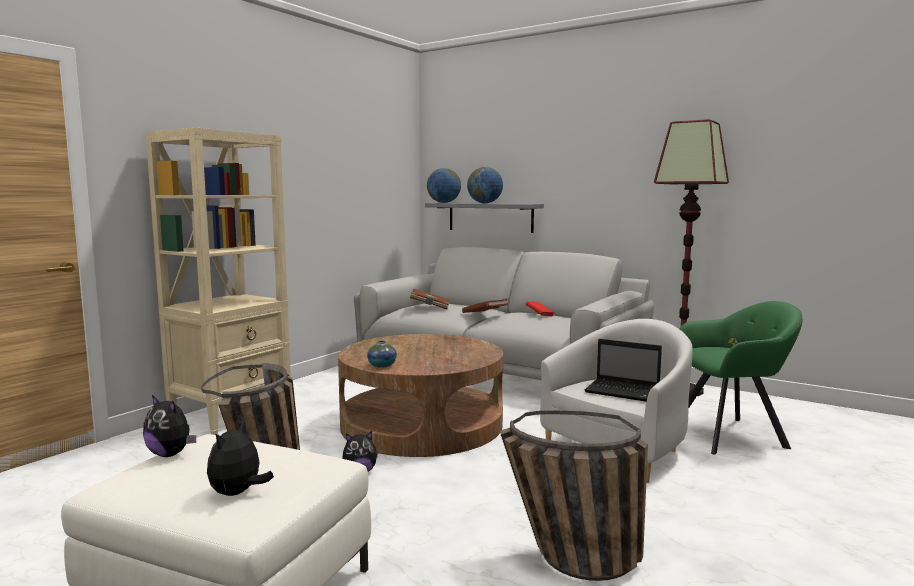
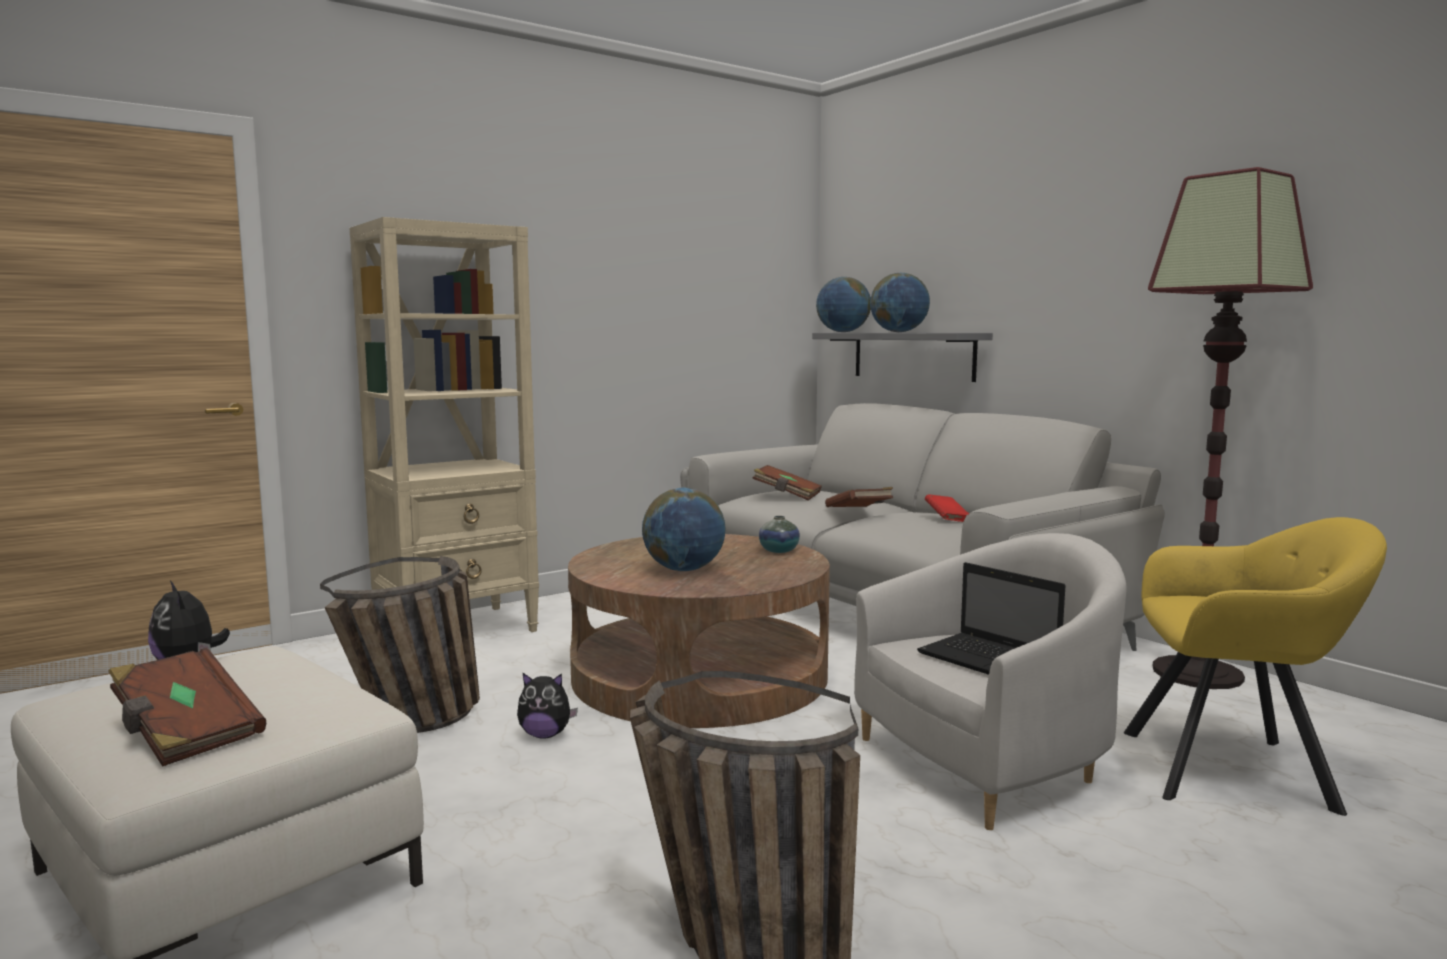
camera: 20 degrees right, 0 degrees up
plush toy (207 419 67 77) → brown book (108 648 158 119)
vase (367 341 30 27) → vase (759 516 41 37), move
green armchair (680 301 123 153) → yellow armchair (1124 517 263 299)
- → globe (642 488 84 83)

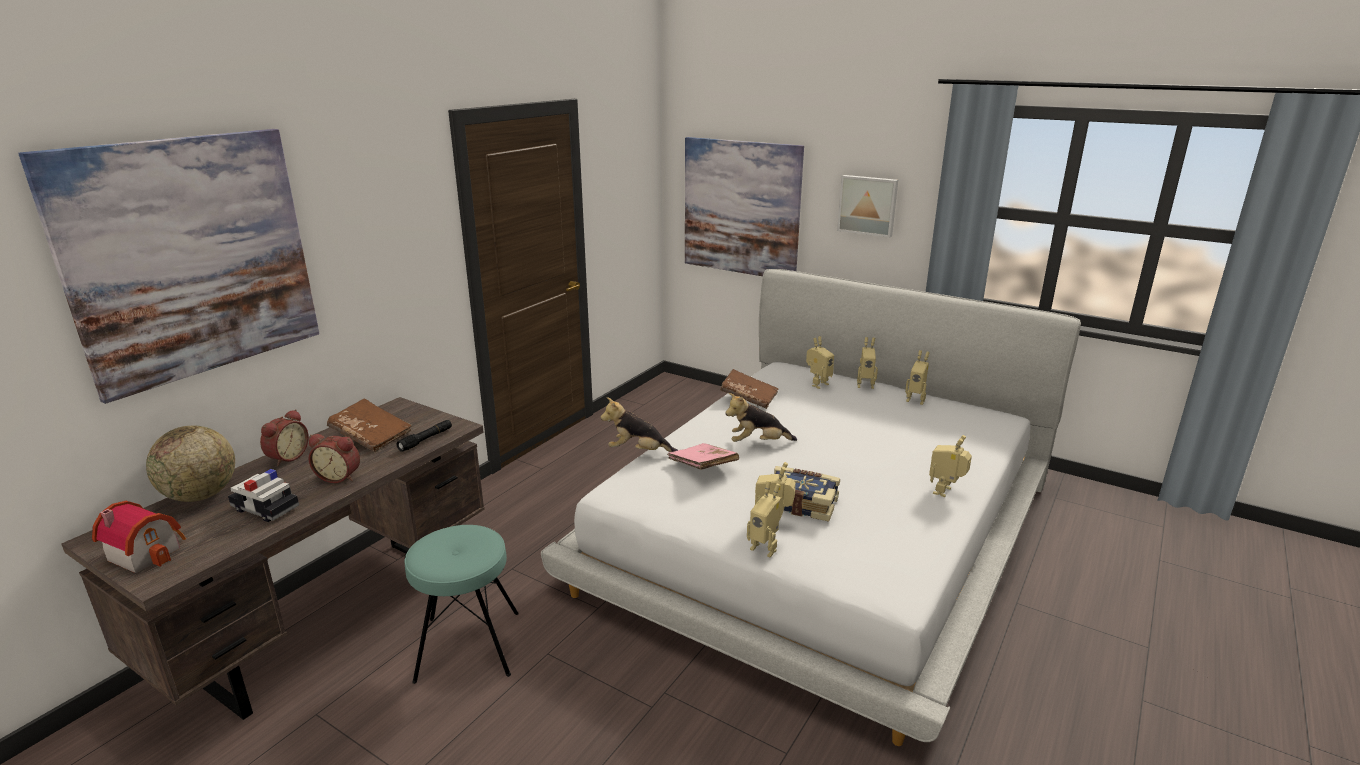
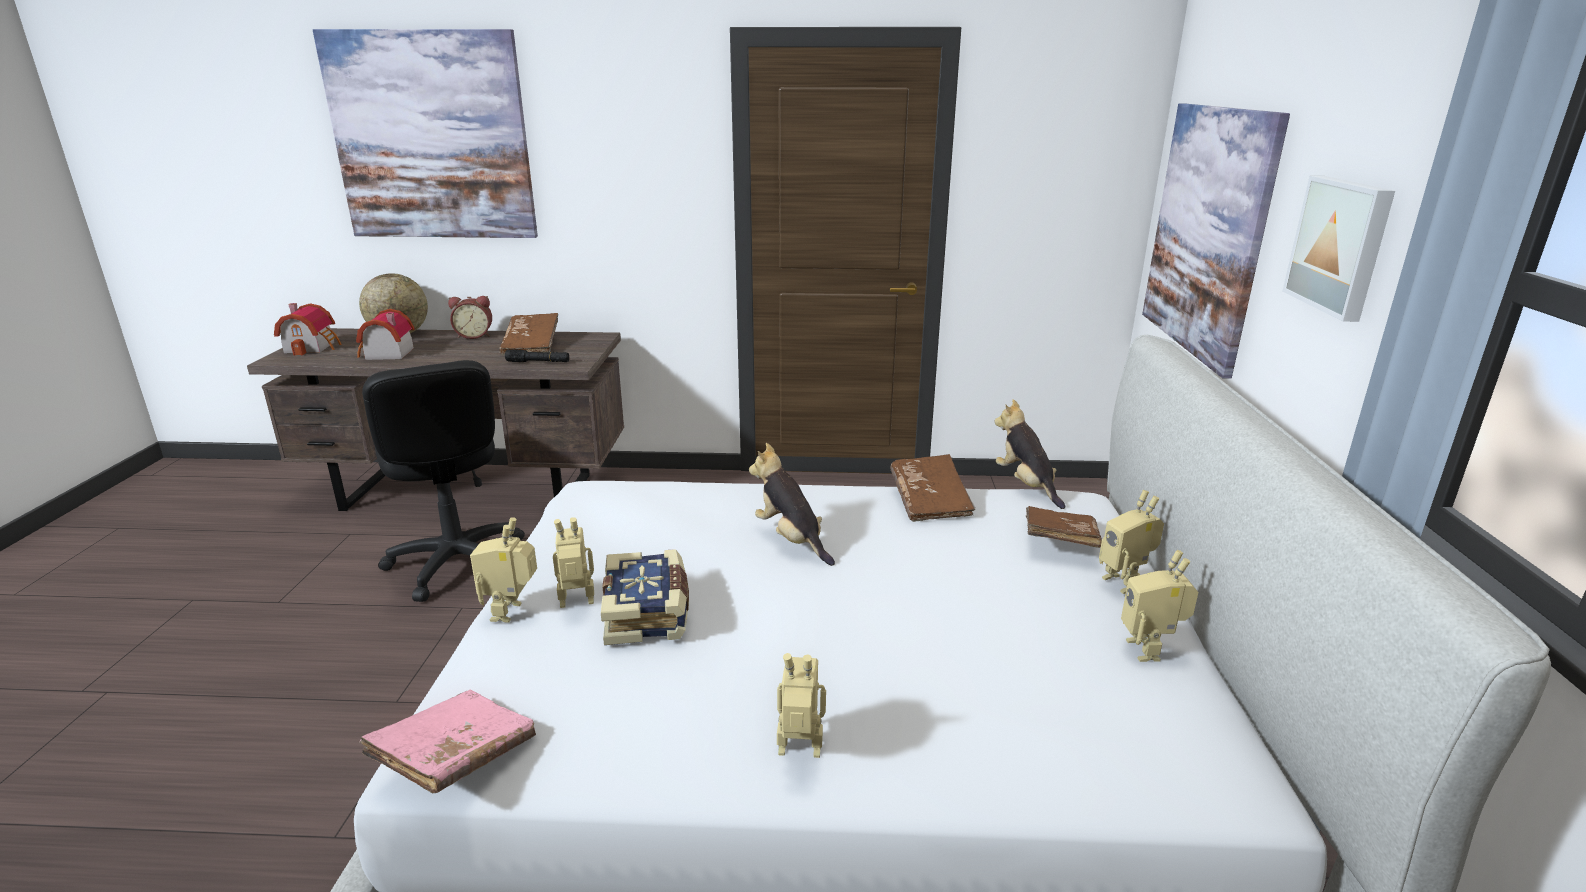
camera: 60 degrees right, 0 degrees up
toy car (228 469 71 53) → toy house (356 309 59 51)
alarm clock (309 434 51 49) → -
turquoise stool (404 525 115 159) → black office chair (362 360 163 242)
plush toy (600 397 78 55) → plush toy (995 399 70 110), move
pink book (667 443 72 27) → pink book (359 689 177 104), move
toy robot (806 336 28 53) → brown book (1026 506 76 42)

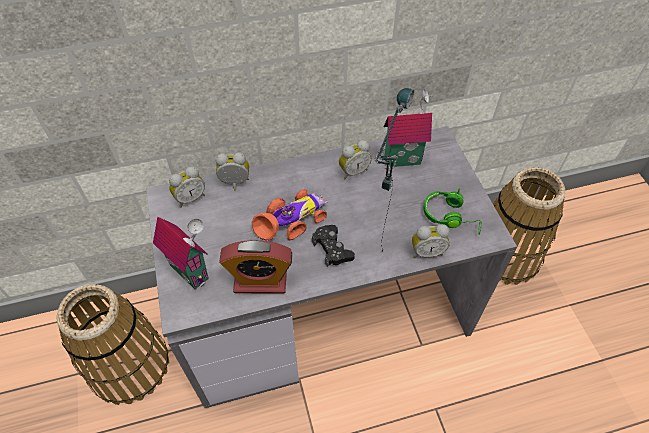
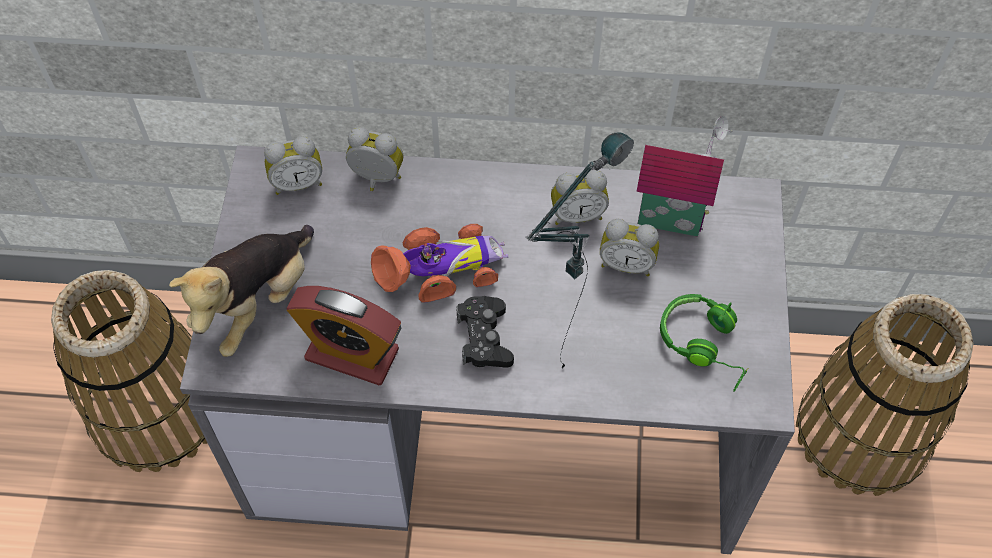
camera: 20 degrees right, 5 degrees up
toy house (153 217 56 72) → plush toy (169 225 145 132)
alarm clock (412 224 38 34) → alarm clock (600 219 59 58), move

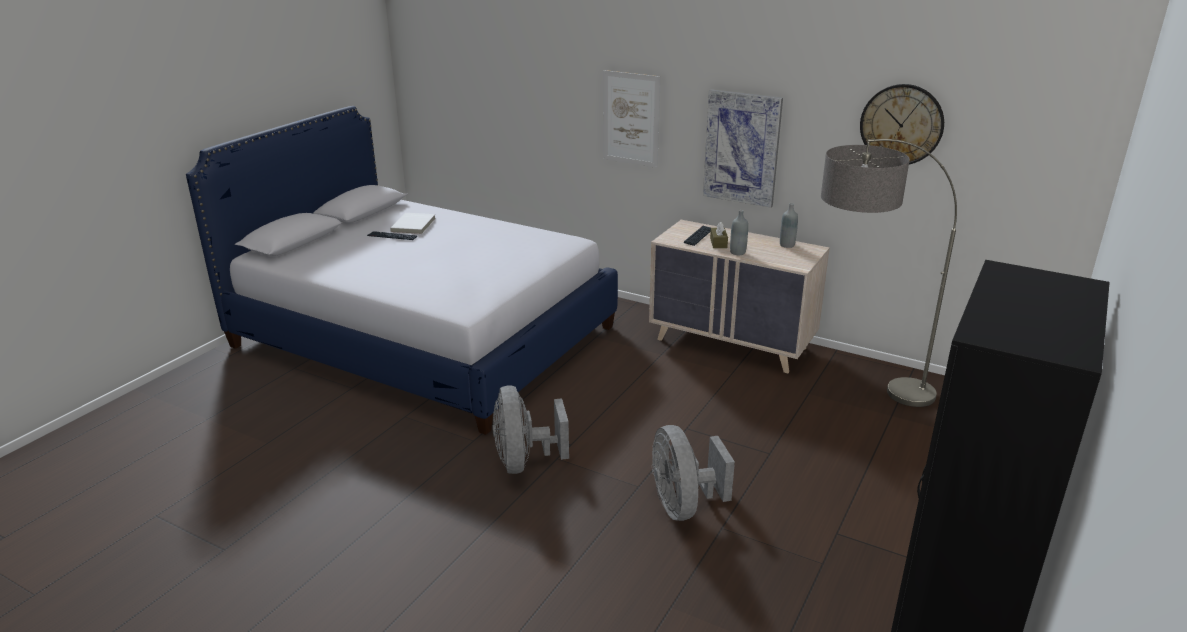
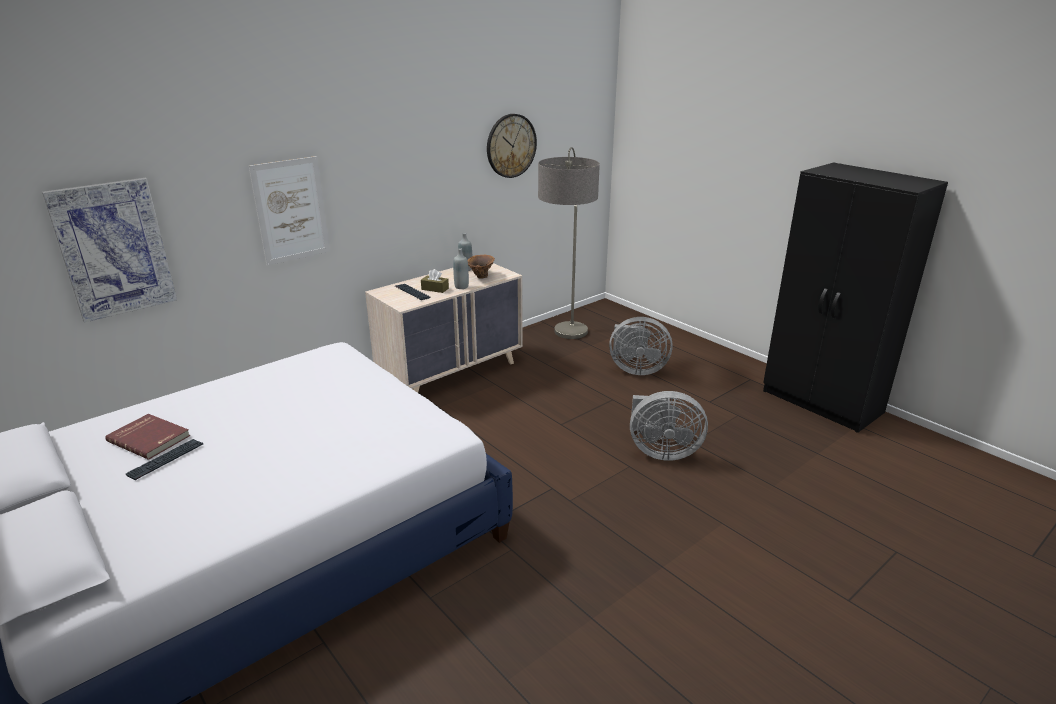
camera: 70 degrees left, 0 degrees up
white book (390 213 45 21) → red book (105 414 85 46)
grey fan (492 385 77 89) → grey fan (609 317 64 58), move
picture (703 89 80 119) → picture (42 178 135 145), move
- → brown vase (467 255 28 24)

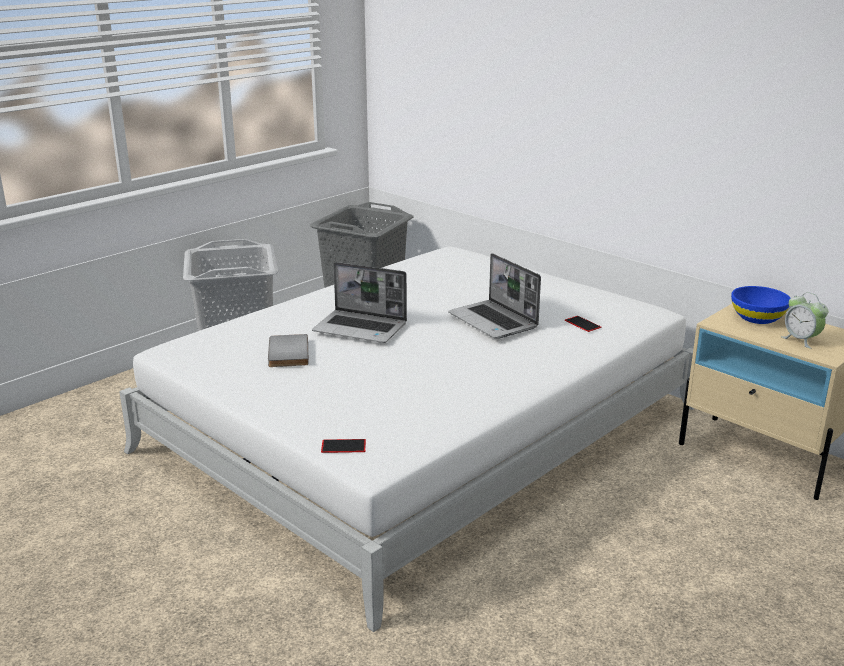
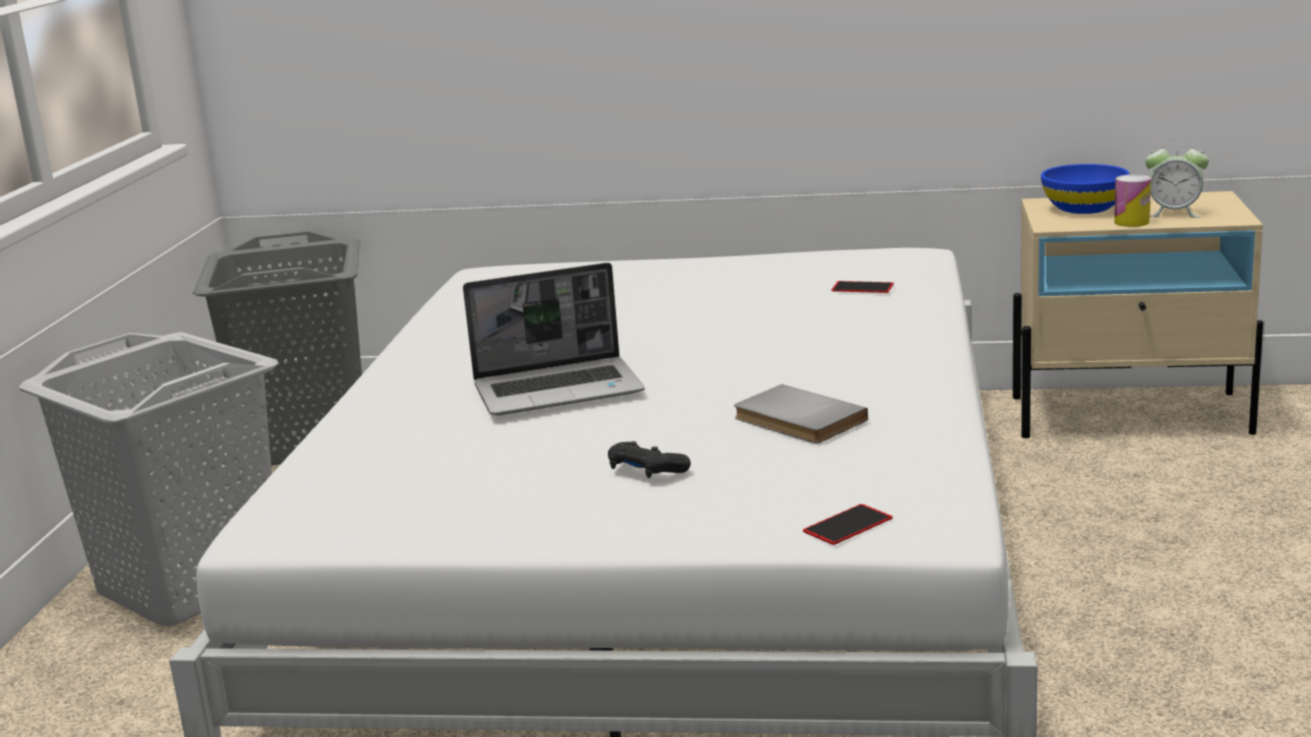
camera: 35 degrees left, 5 degrees down
grey book (268 334 40 33) → grey book (734 384 134 59), move
laptop (448 253 93 86) → -
- → black game controller (608 441 83 37)
- → can (1114 174 37 53)

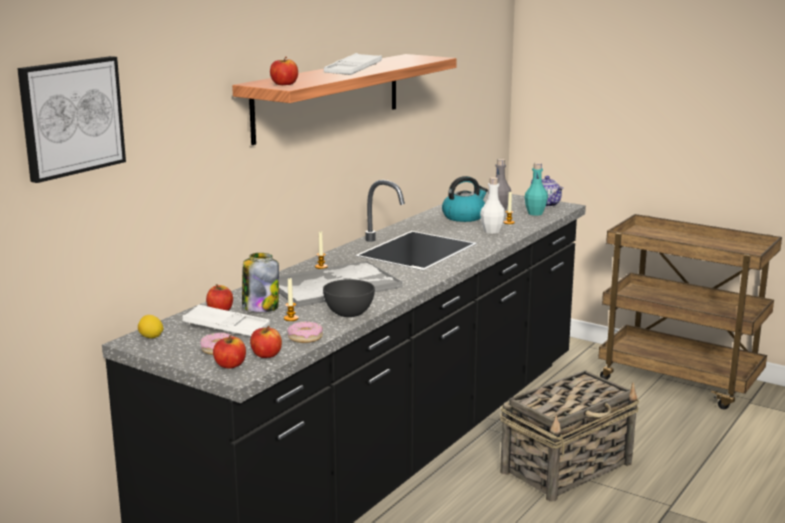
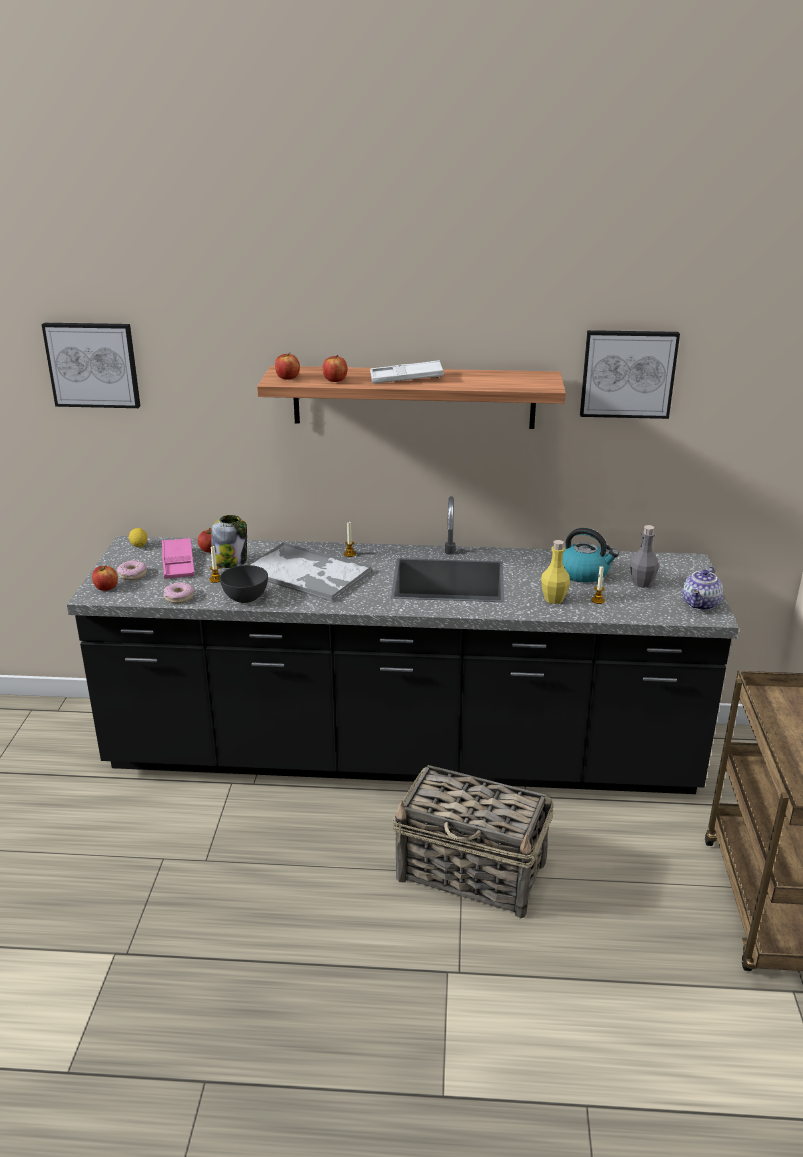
camera: 60 degrees right, 10 degrees up
white tray (183 305 87 31) → pink tray (162 538 33 41)
apple (250 326 32 32) → apple (323 355 25 27), move
white bottle (480 177 25 57) → yellow bottle (541 540 29 64)
turquoise bottle (525 162 23 54) → -
- → picture (580 330 100 89)

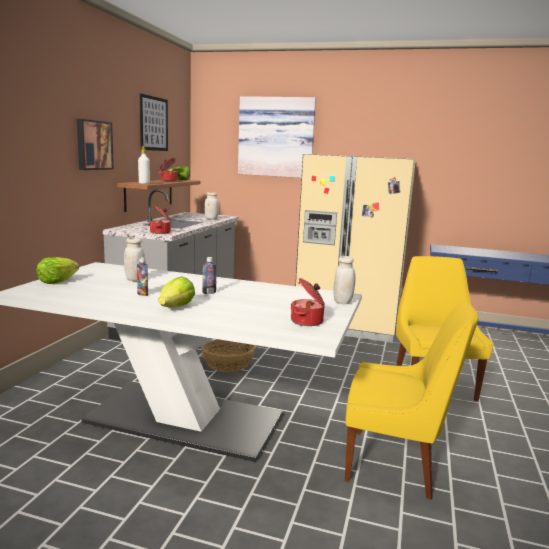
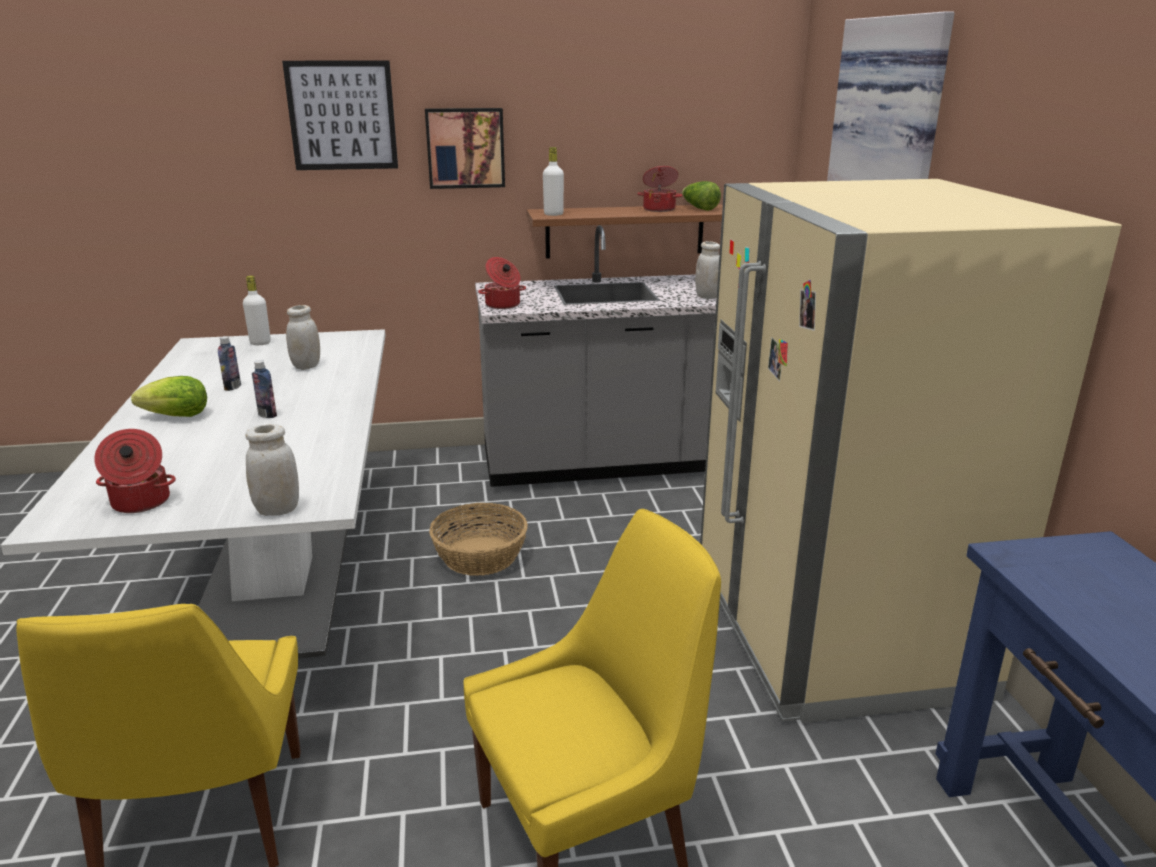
camera: 65 degrees right, 10 degrees up
lettuce (36 257 43 27) → white bottle (243 276 28 69)
picture (140 94 28 57) → picture (282 61 116 109), move

